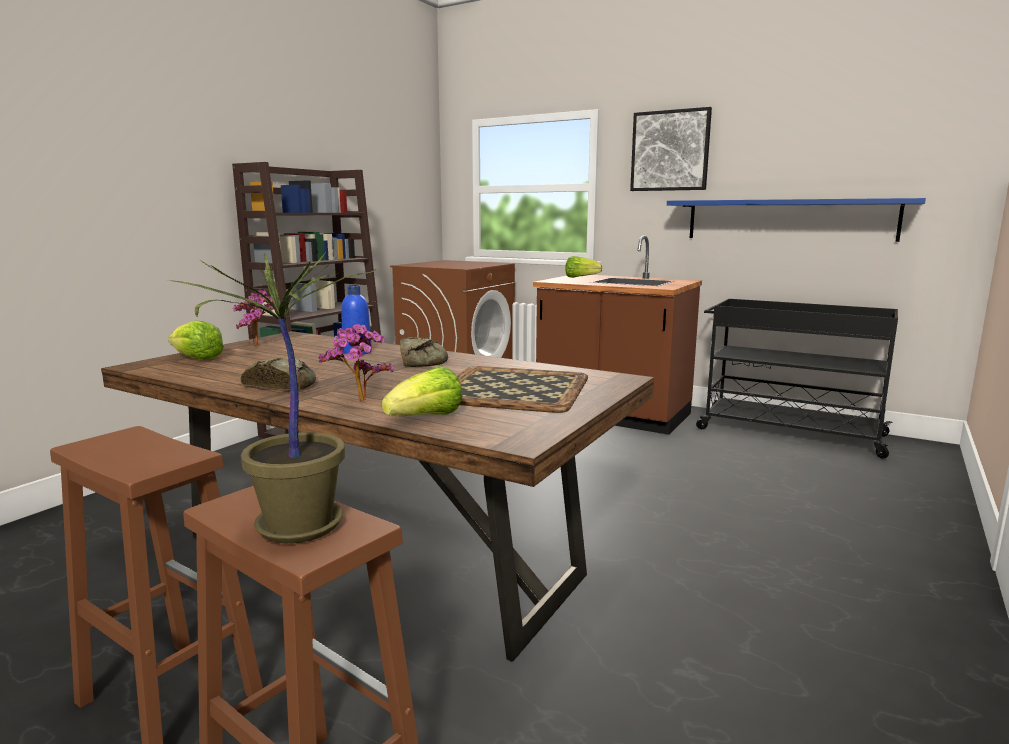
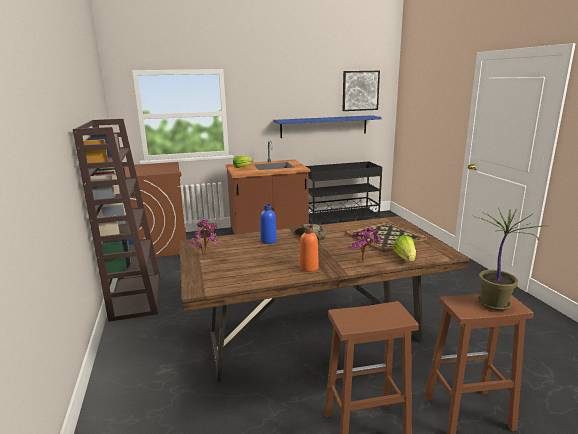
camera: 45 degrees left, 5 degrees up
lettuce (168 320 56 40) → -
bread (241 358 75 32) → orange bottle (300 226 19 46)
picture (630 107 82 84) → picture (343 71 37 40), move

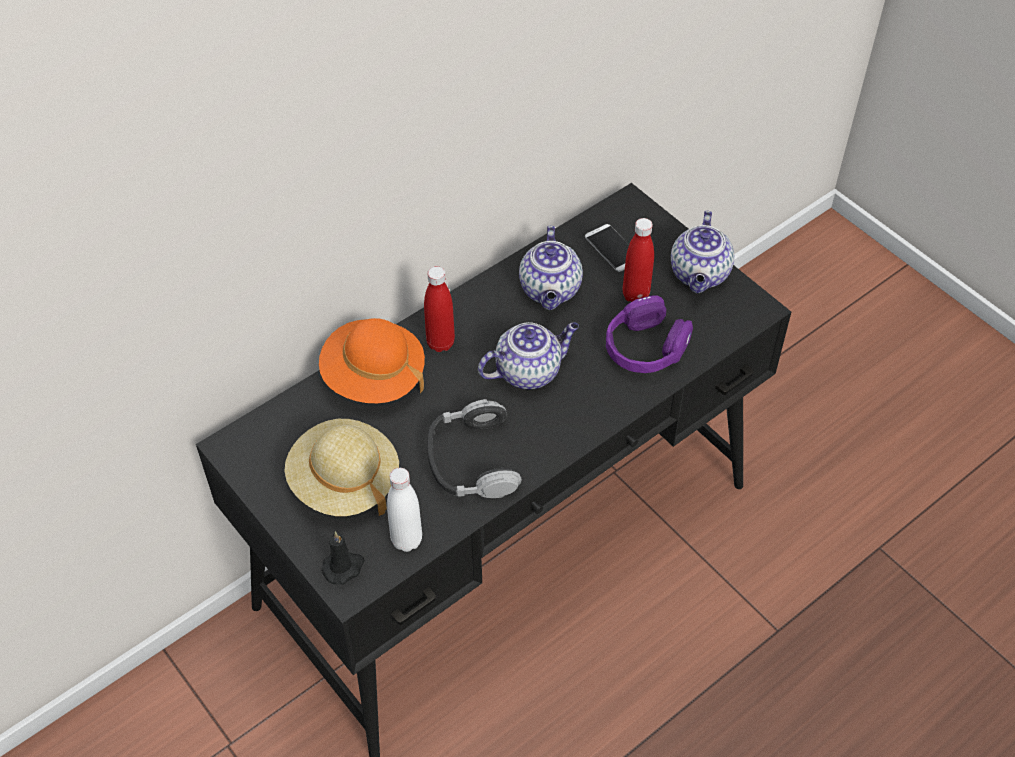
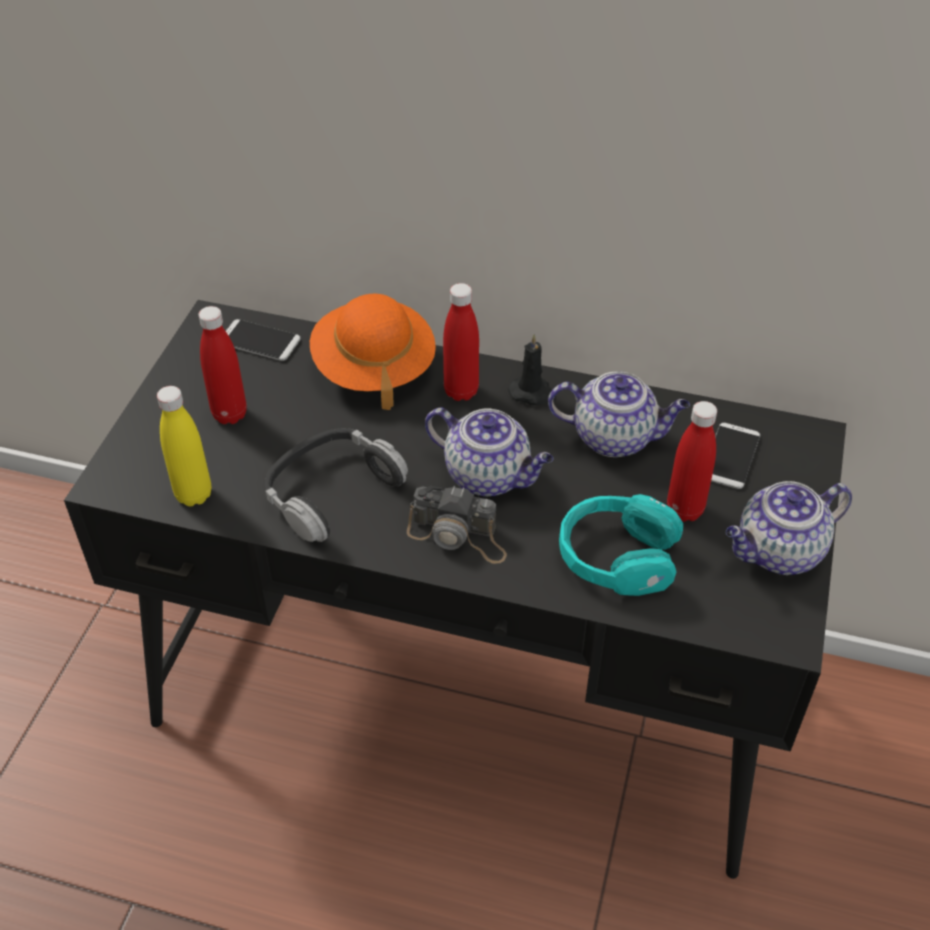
camera: 55 degrees right, 5 degrees down
beige hat (285 419 114 97) → red bottle (198 306 49 118)
black candle (322 531 43 54) → black candle (509 334 47 71), move
white bottle (387 468 35 84) → yellow bottle (157 386 54 120)
teapot (519 225 64 85) → teapot (548 371 142 86), 135 degrees counterclockwise
purple headphones (606 295 87 78) → turquoise headphones (559 494 124 102)
- → phone (226 319 75 42)
- → photo camera (407 486 100 78)

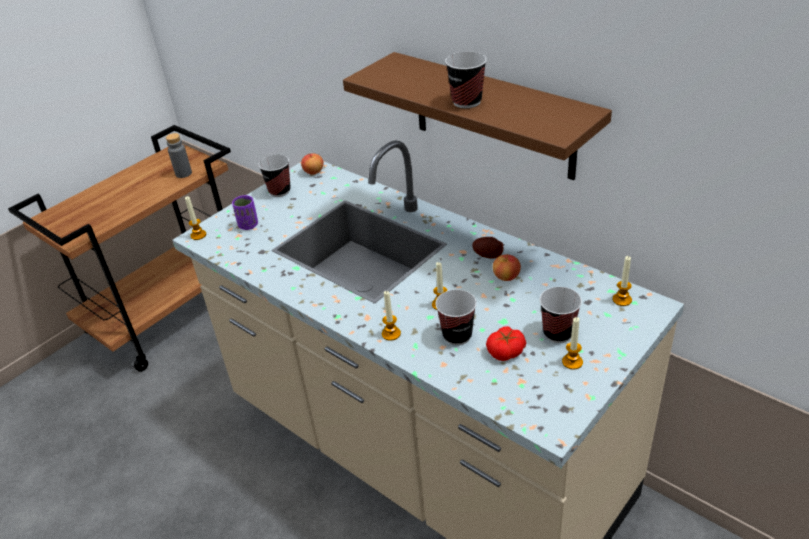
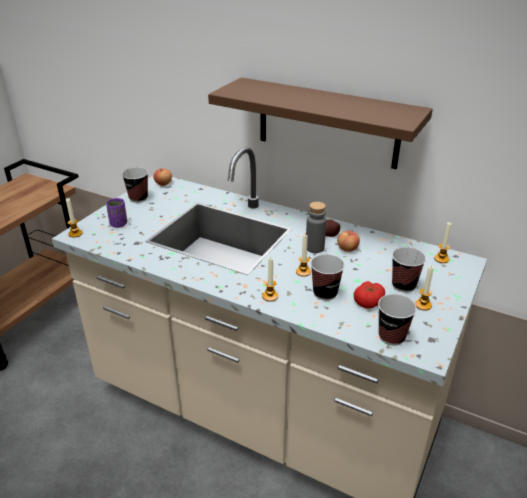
camera: 15 degrees left, 5 degrees down
grey bottle (166 133 26 45) → grey bottle (306 202 20 51), move
cup (445 51 42 57) → cup (378 294 39 52), move

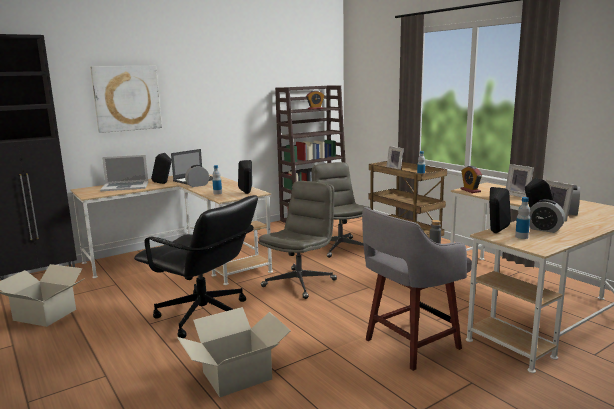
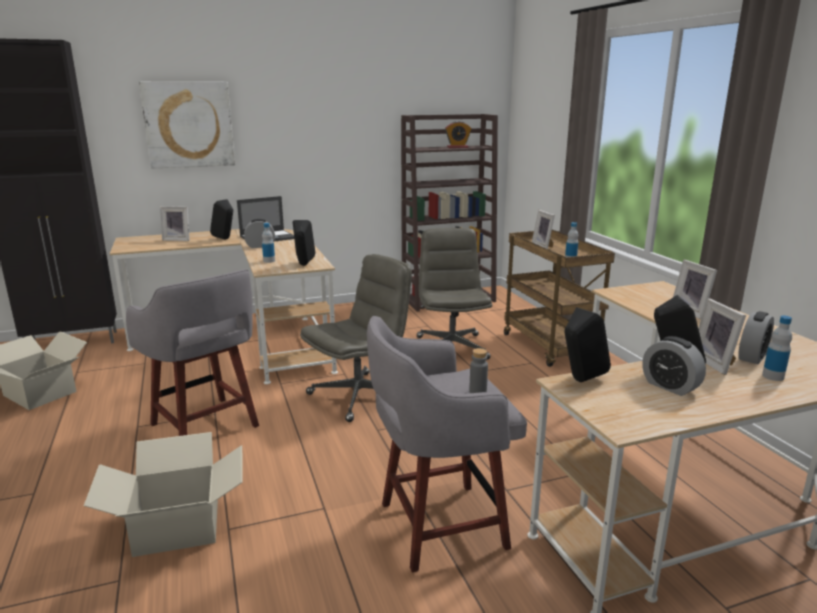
camera: 15 degrees right, 5 degrees up
laptop (100 155 48 36) → picture frame (160 206 30 35)
black office chair (134 195 124 143) → grey stool (126 269 133 167)
alarm clock (460 166 22 27) → -
bottle (515 197 15 42) → bottle (762 316 30 65), move

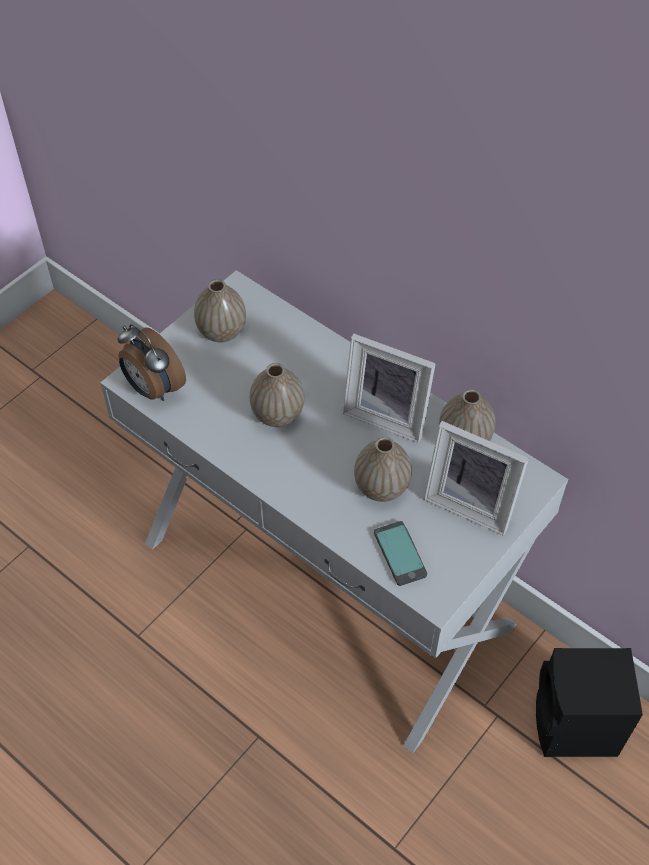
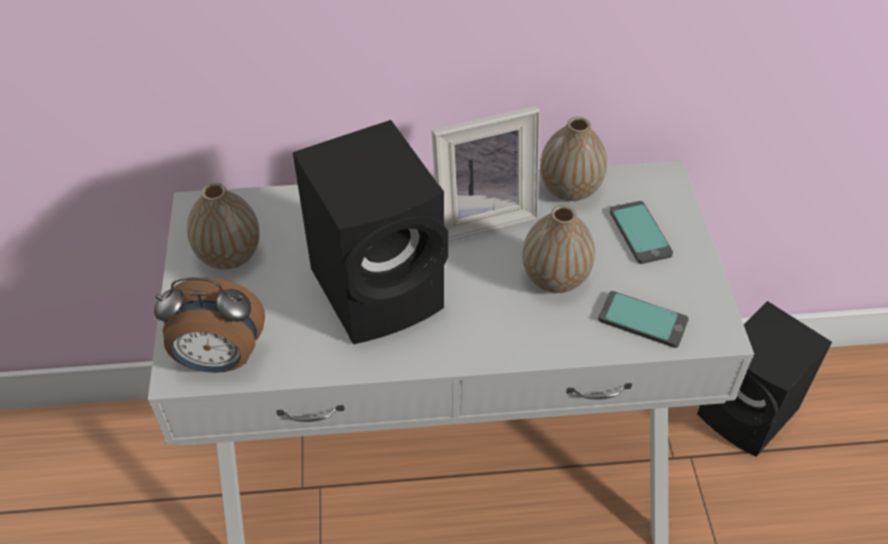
camera: 45 degrees left, 5 degrees down
vase (250 363 54 64) → black speaker (293 120 155 224)
picture frame (424 421 105 115) → phone (610 201 63 63)

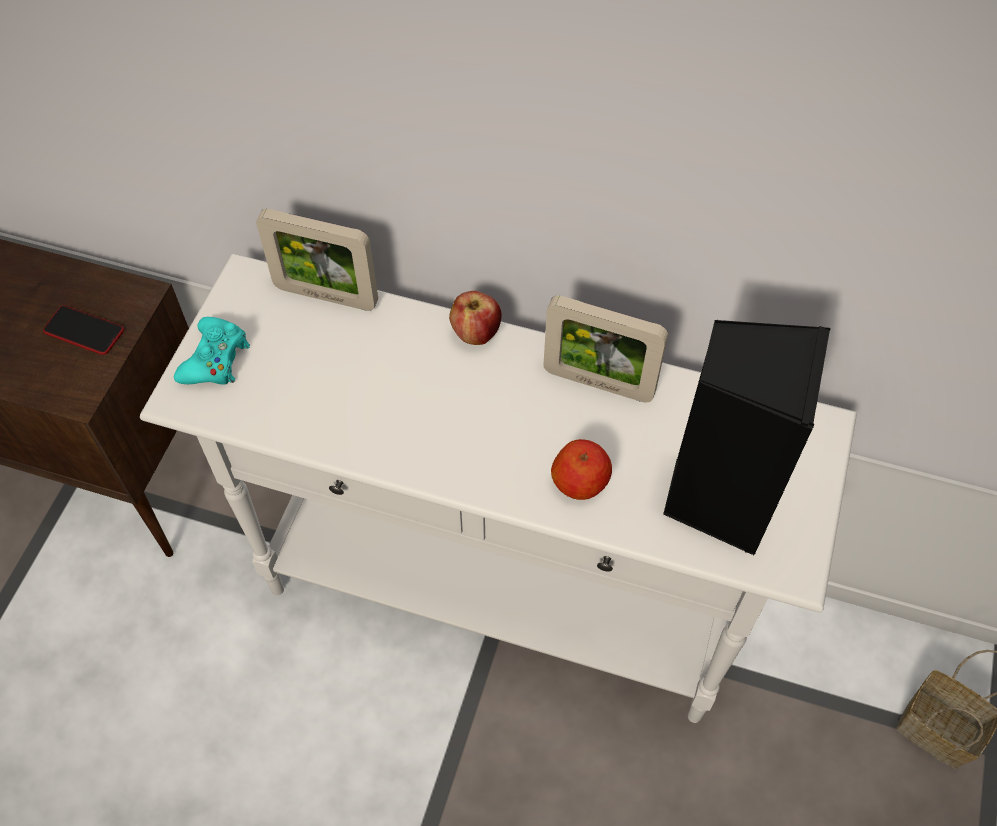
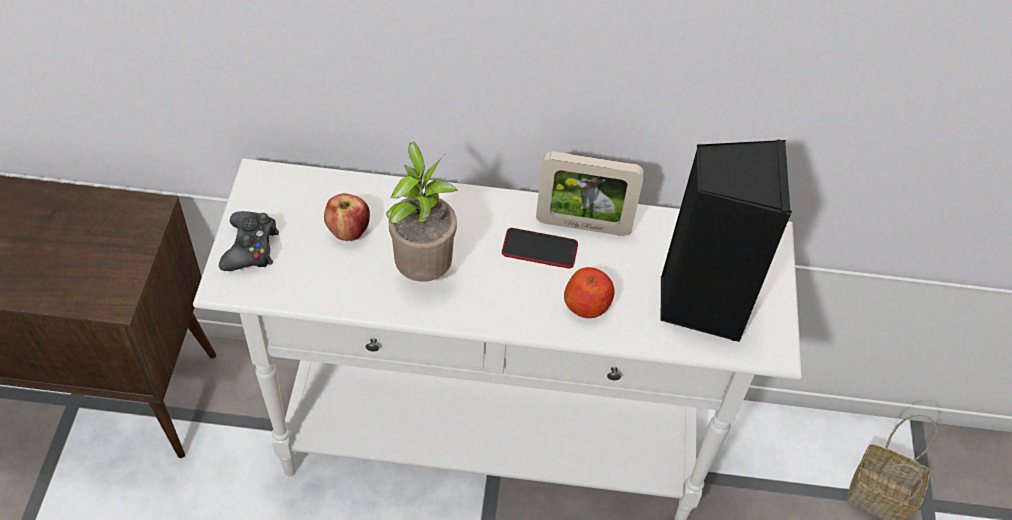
camera: 15 degrees left, 5 degrees down
phone (43 305 81 50) → phone (502 228 76 40), move
turquoise game controller (174 317 76 68) → black game controller (219 211 60 60)
picture frame (256 209 122 102) → -
apple (449 291 53 54) → apple (324 193 46 48), move
- → potted plant (386 142 72 140)

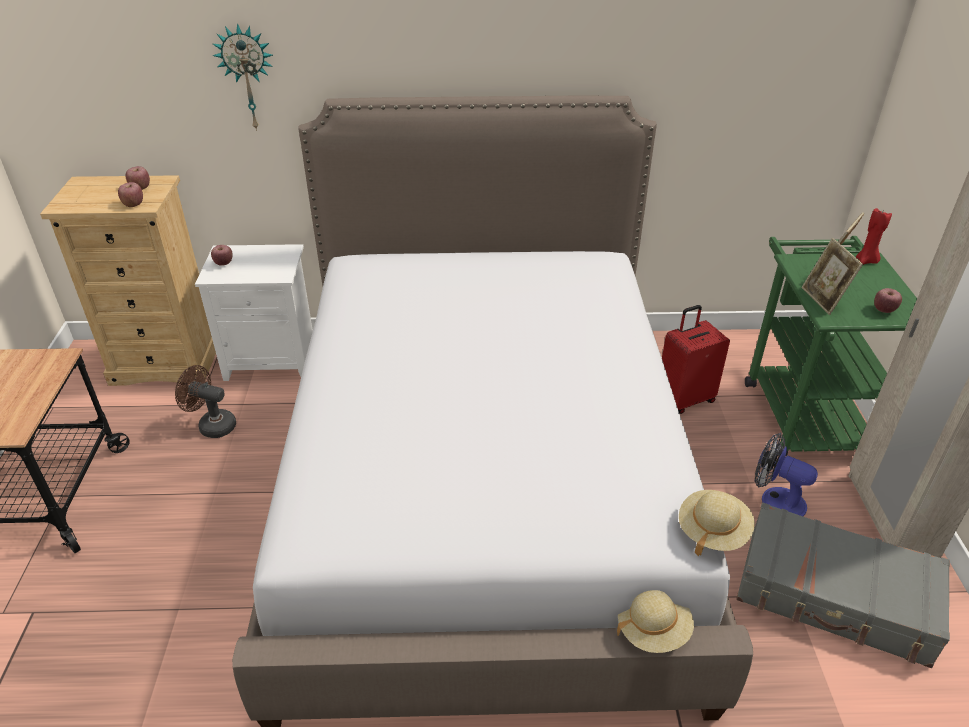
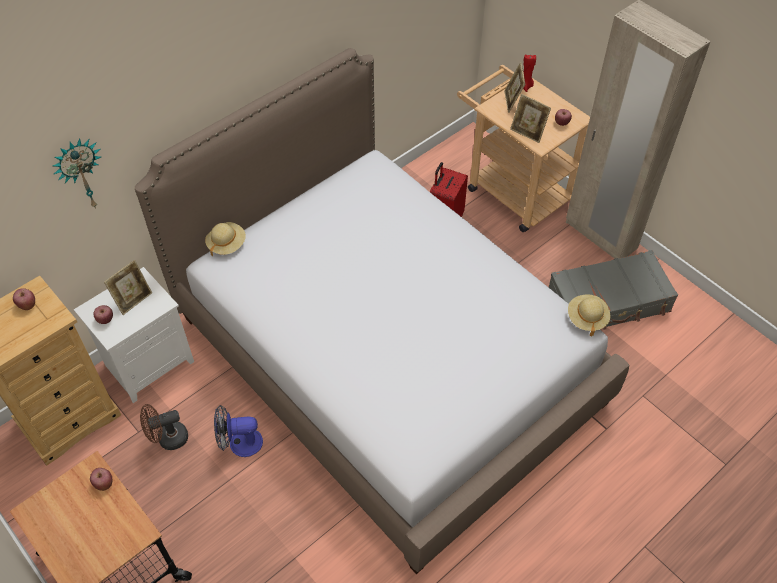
camera: 40 degrees left, 15 degrees up
apple (118 182 25 25) → apple (90 468 22 23), move
beige hat (617 590 77 63) → beige hat (205 222 41 35), move
green cart (745 236 172 220) → beige cart (457 65 133 167)
fan (755 433 63 83) → fan (214 405 49 52), move
- → picture frame (104 260 48 55)

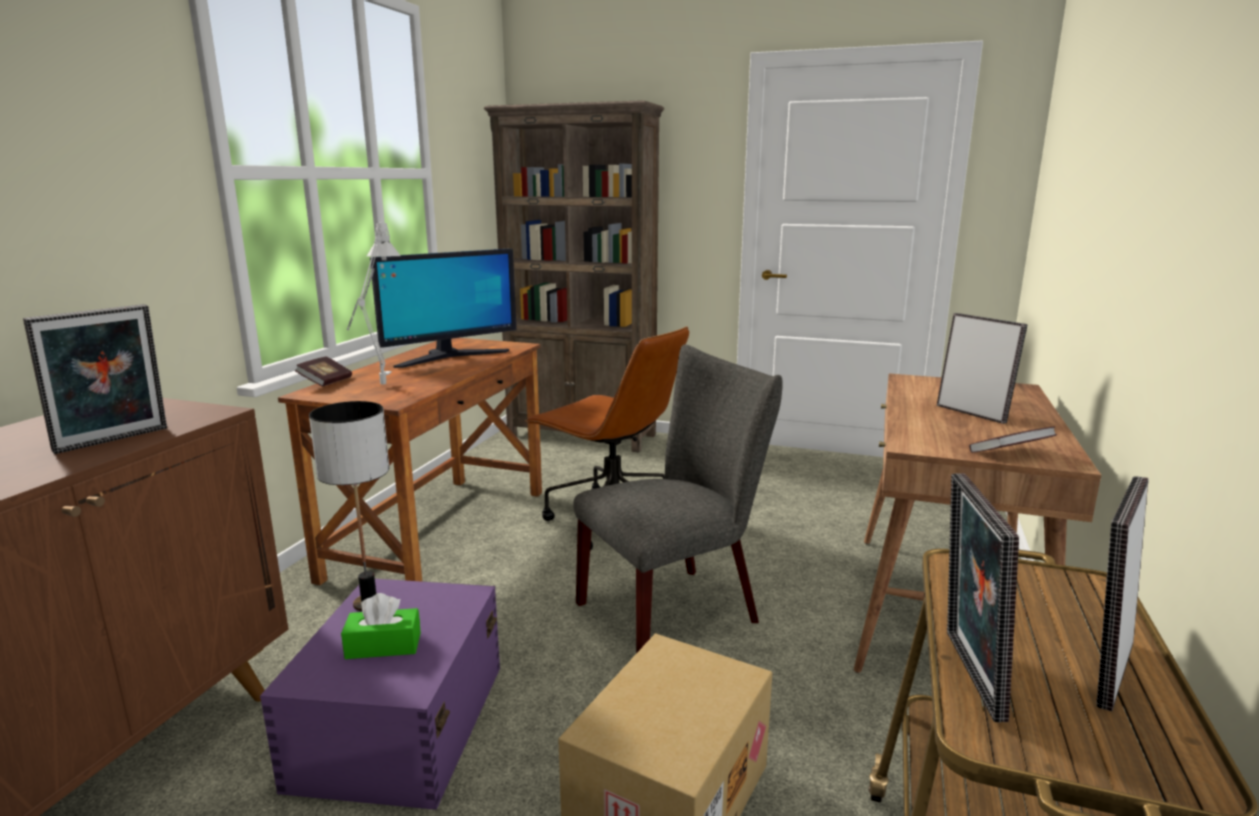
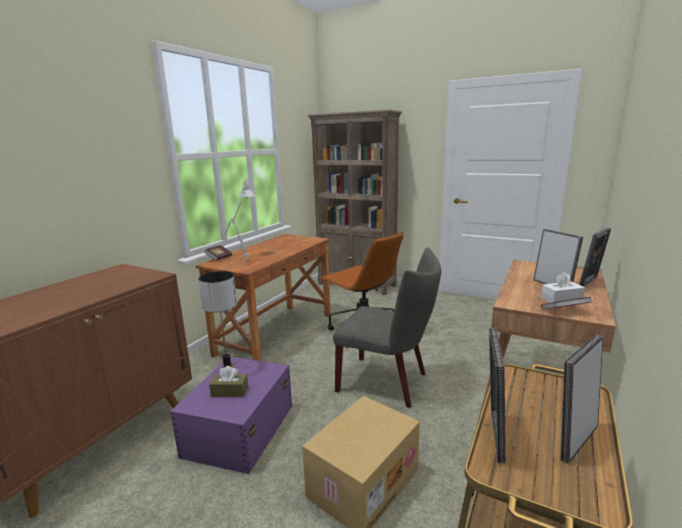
camera: 10 degrees right, 0 degrees up
picture frame (23 304 144 150) → picture frame (579 228 32 59), move
green tissue box (341 593 80 66) → brown tissue box (209 366 39 31)
monitor (370 248 147 120) → -
grey chair (573 345 210 309) → grey chair (333 247 108 161), 45 degrees clockwise
- → white tissue box (541 272 44 31)

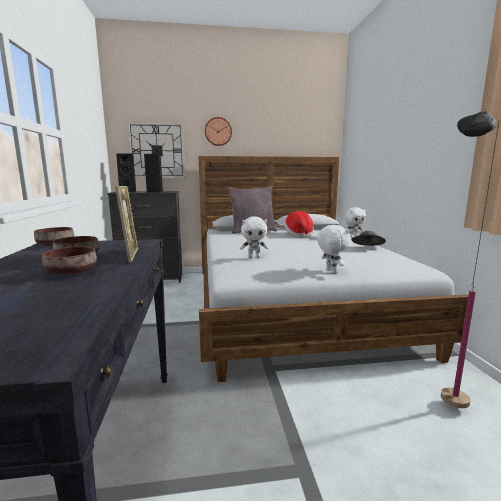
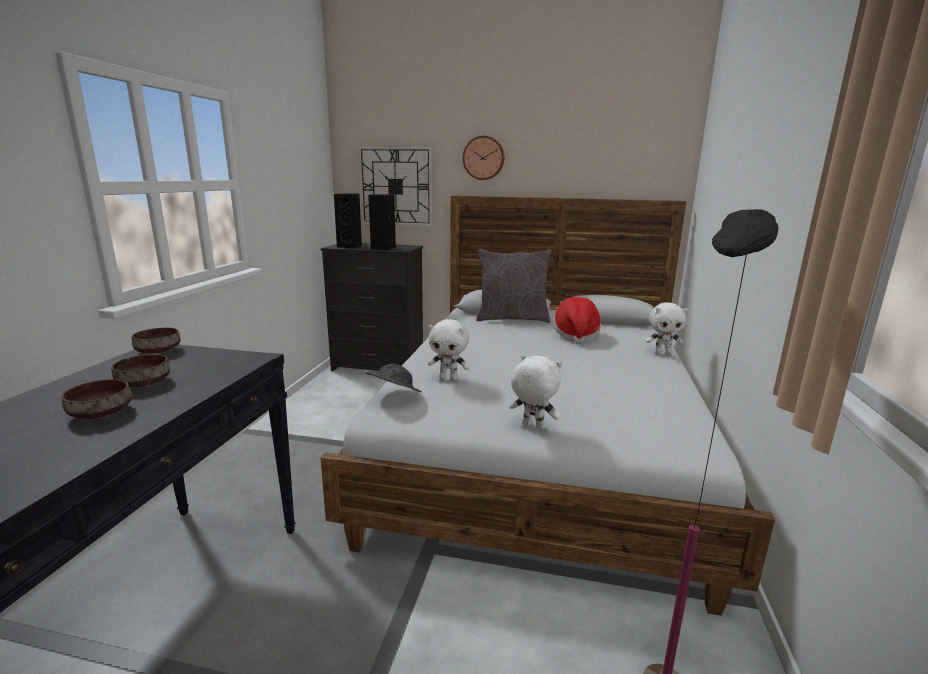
camera: 20 degrees right, 5 degrees up
picture frame (115 186 23 76) → -
white plush toy (317 225 33 48) → white plush toy (509 355 53 74), 60 degrees counterclockwise
grey hat (351 231 35 15) → grey hat (365 364 57 28), move

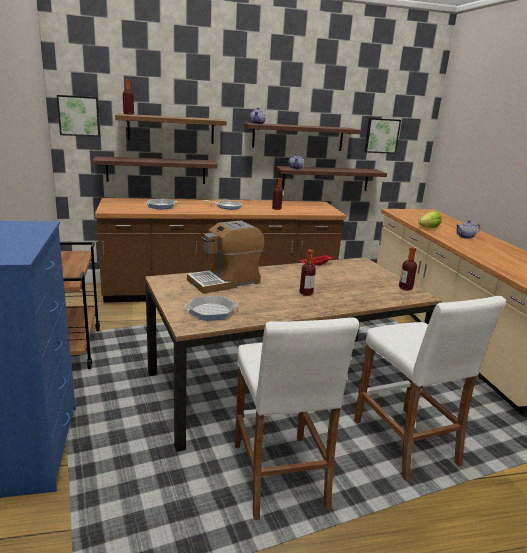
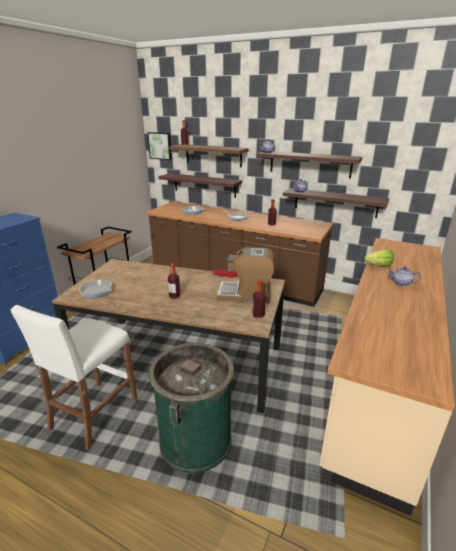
camera: 40 degrees right, 5 degrees up
coffee machine (187 221 78 73) → coffee machine (217 247 57 56), move
white stool (354 296 152 185) → green trash can (149 343 85 130)
picture (364 118 37 36) → -

